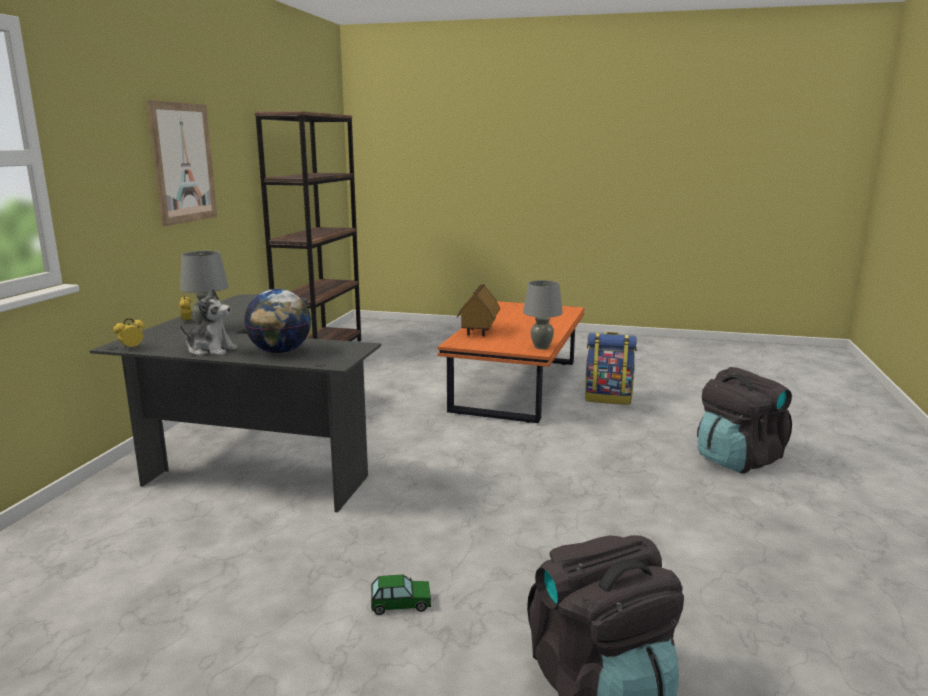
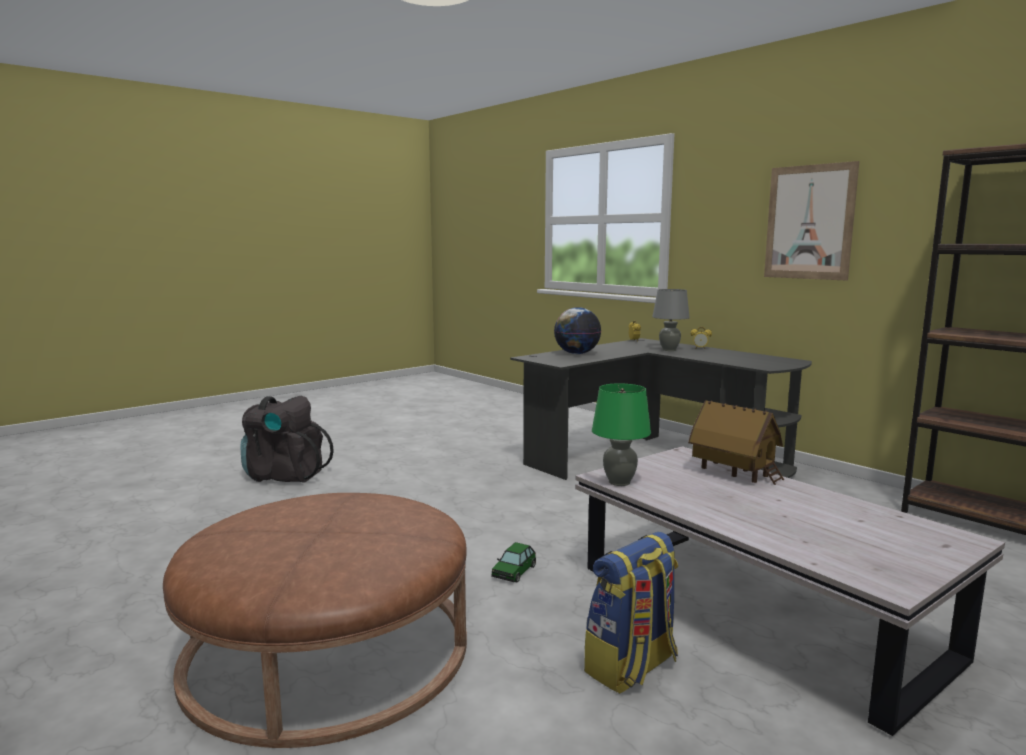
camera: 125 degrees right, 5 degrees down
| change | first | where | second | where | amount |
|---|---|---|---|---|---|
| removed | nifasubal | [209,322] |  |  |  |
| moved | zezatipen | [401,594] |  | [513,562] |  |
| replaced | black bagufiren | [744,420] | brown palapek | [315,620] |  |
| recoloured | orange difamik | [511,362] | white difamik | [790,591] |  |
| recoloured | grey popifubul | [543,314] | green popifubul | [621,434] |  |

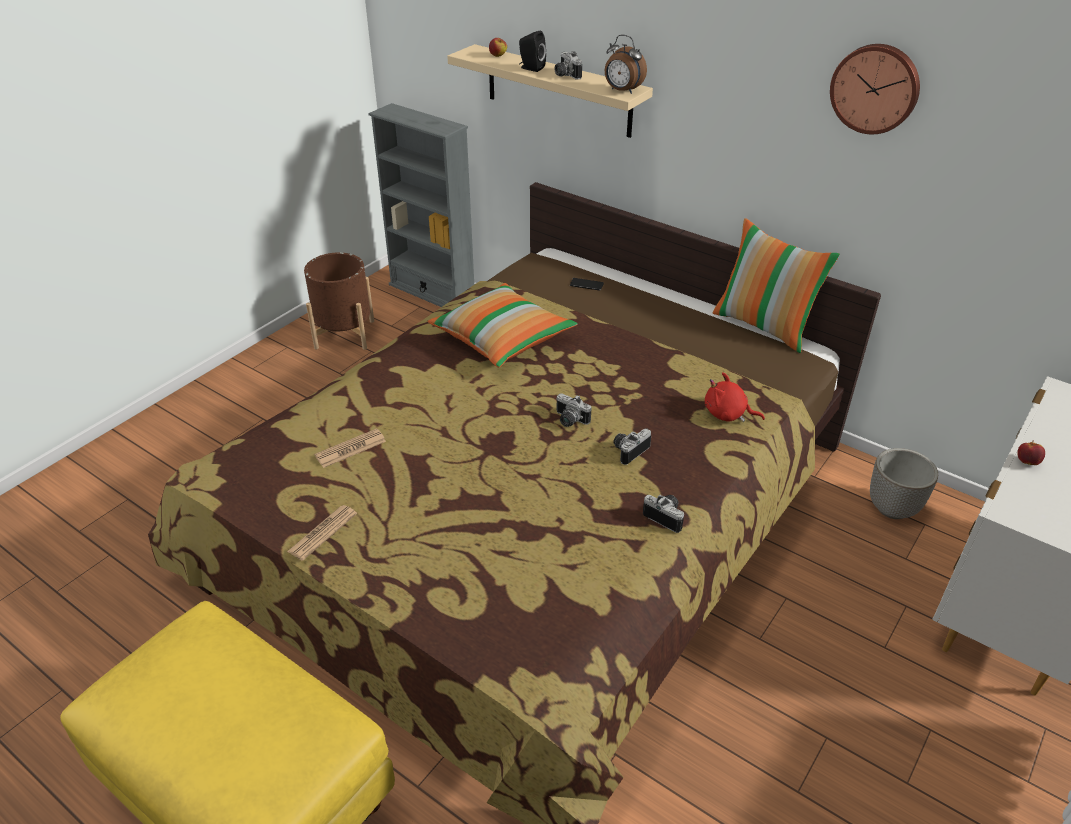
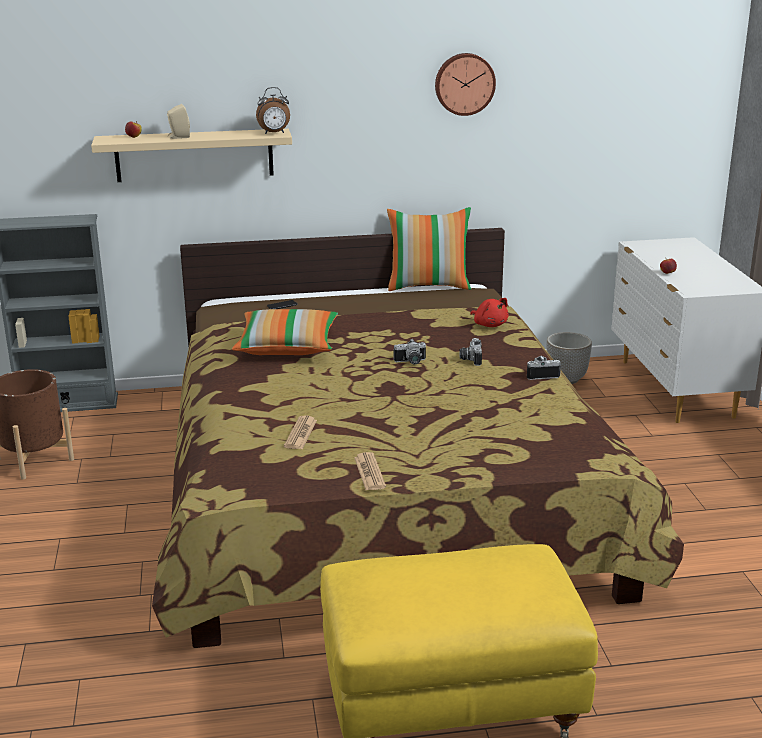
camera: 45 degrees left, 15 degrees down
| change | first | where | second | where | amount |
|---|---|---|---|---|---|
| removed | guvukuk | [568,65] |  |  |  |
| recoloured | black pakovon | [532,51] | beige pakovon | [178,121] |  |
| turned | red nifasubal | [735,397] |  | [489,312] | 105 degrees counterclockwise |

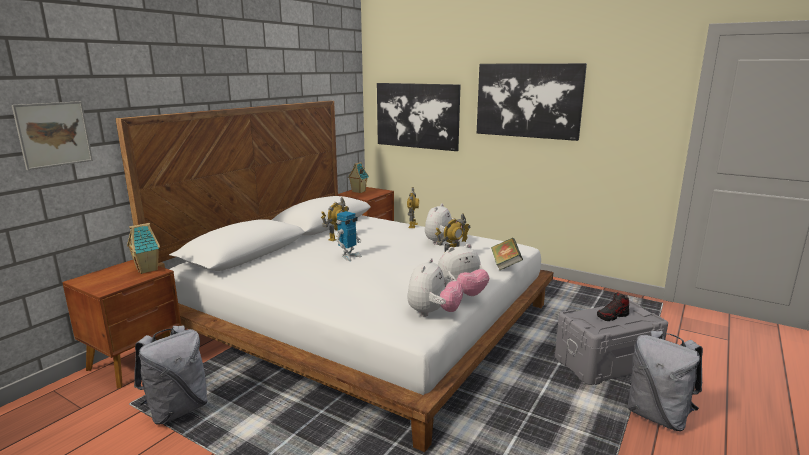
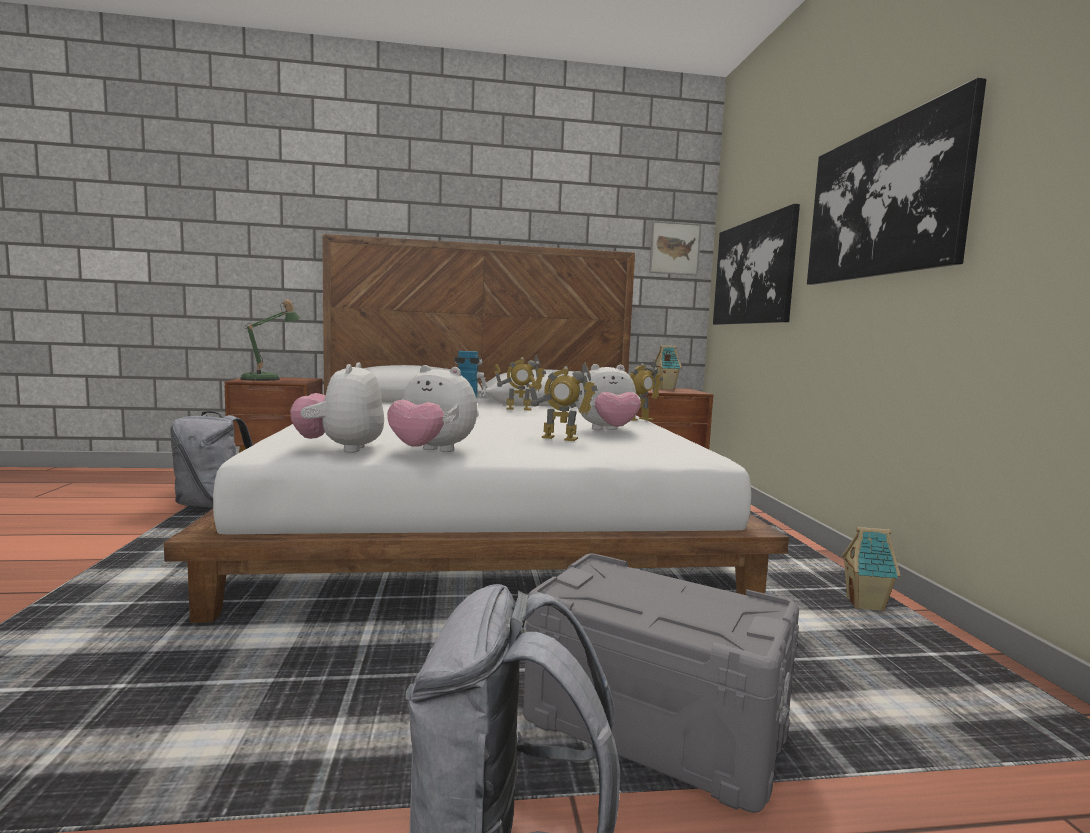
camera: 50 degrees right, 10 degrees down
| change | first | where | second | where | amount |
|---|---|---|---|---|---|
| removed | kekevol | [507,254] |  |  |  |
| removed | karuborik | [613,306] |  |  |  |
| added |  |  | popifubul | [270,340] |  |
| moved | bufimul | [52,135] |  | [675,248] |  |
| moved | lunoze | [143,248] |  | [871,569] |  |
| turned | nifasubal | [435,287] |  | [337,408] | 105 degrees clockwise |

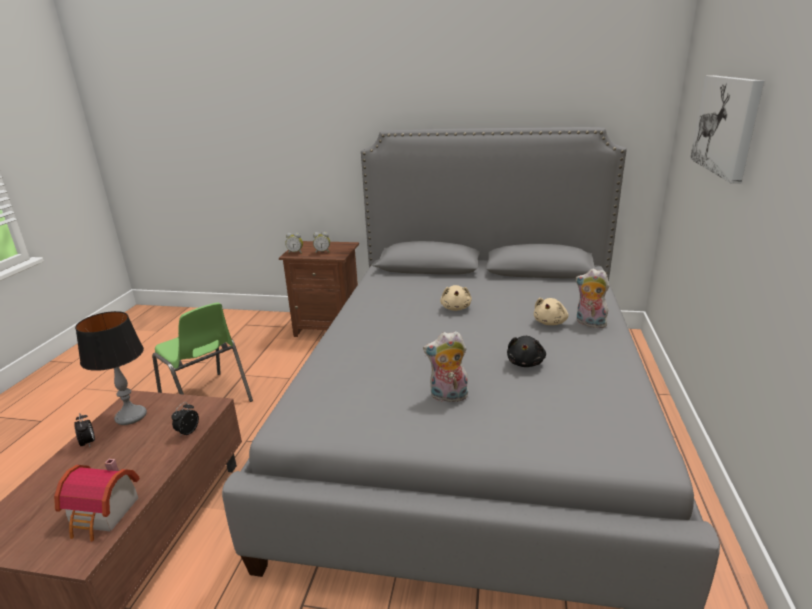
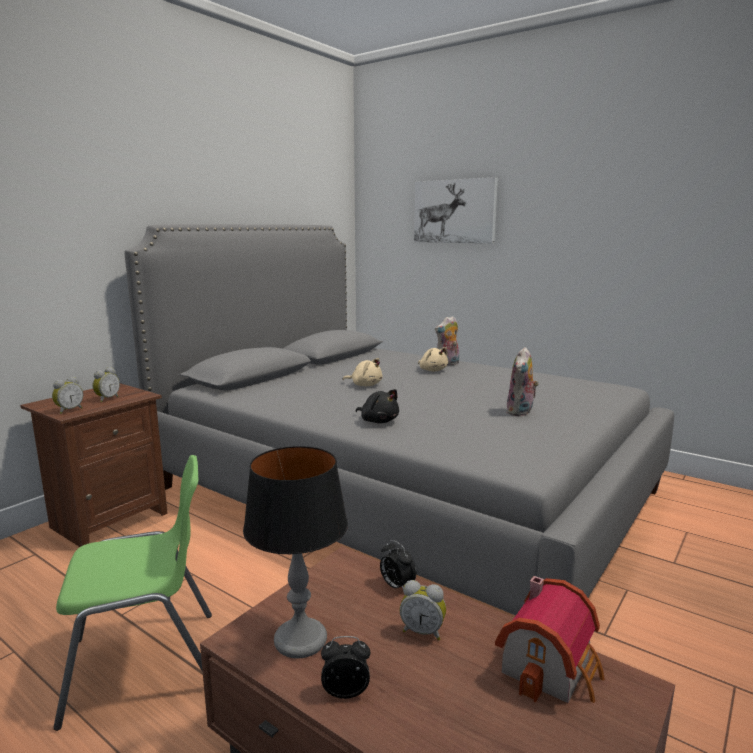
camera: 65 degrees left, 10 degrees down
| change | first | where | second | where | amount |
|---|---|---|---|---|---|
| added |  |  | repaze | [423,610] |  |
| moved | black nifasubal | [526,351] |  | [377,406] |  |

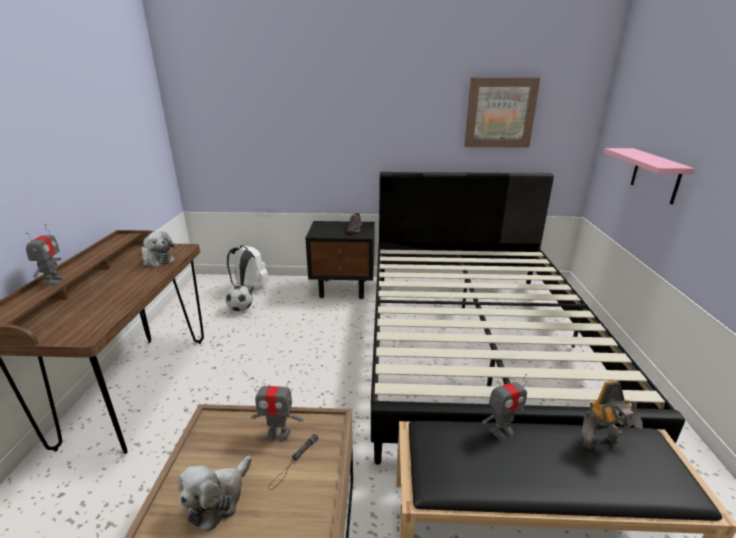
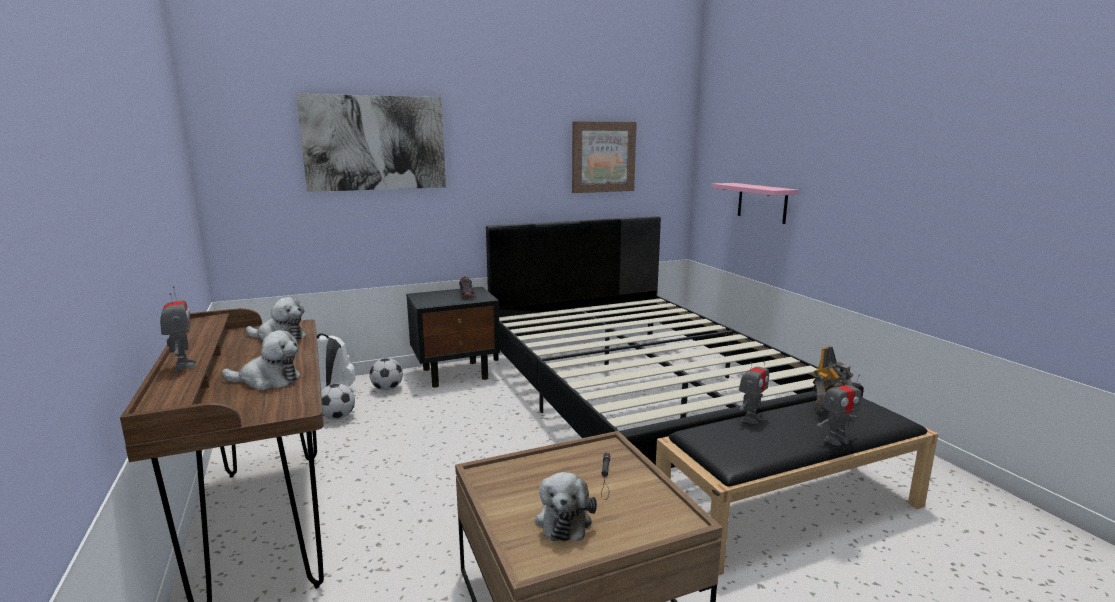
camera: 25 degrees left, 10 degrees down
| change | first | where | second | where | amount |
|---|---|---|---|---|---|
| added |  |  | nifasubal | [261,360] |  |
| added |  |  | bufimul | [371,143] |  |
| added |  |  | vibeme | [386,374] |  |
| moved | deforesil | [277,410] |  | [839,410] |  |

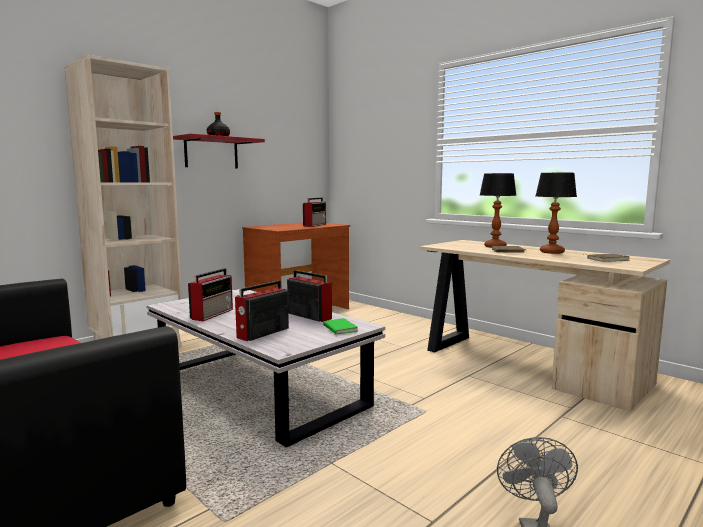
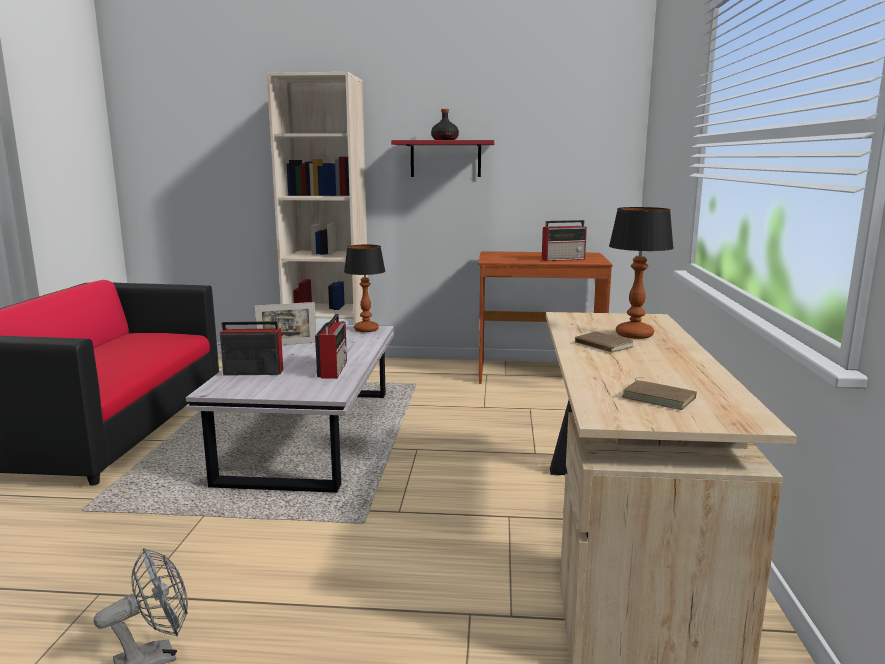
camera: 50 degrees right, 5 degrees up
| change | first | where | second | where | amount |
|---|---|---|---|---|---|
| removed | green kekevol | [340,326] |  |  |  |
| moved | popifubul | [556,213] |  | [364,288] |  |
| replaced | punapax | [210,294] | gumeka | [285,323] |  |

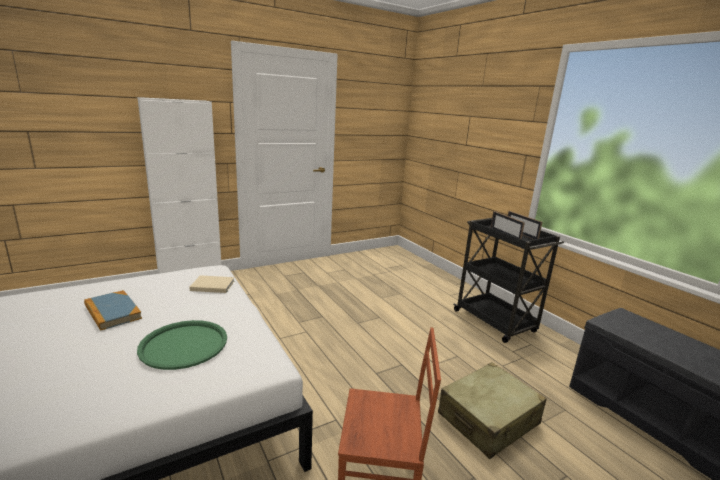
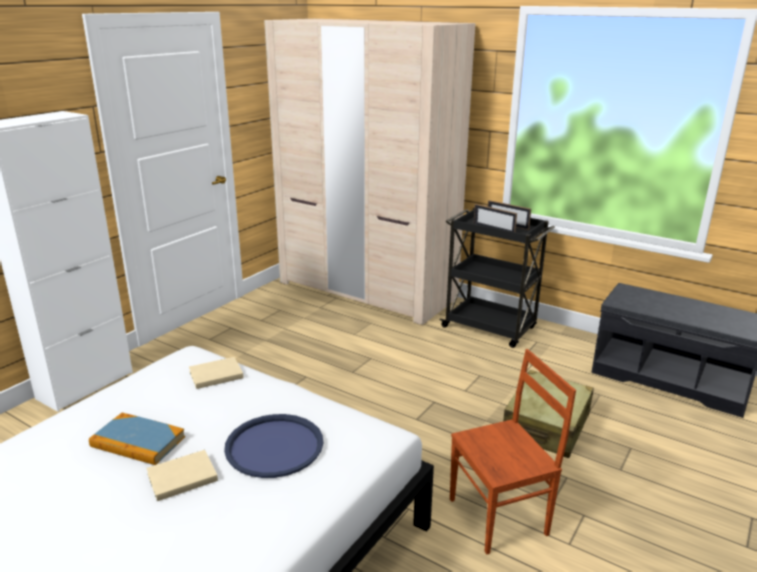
camera: 25 degrees left, 5 degrees up
| change | first | where | second | where | amount |
|---|---|---|---|---|---|
| added |  |  | beige kekevol | [182,475] |  |
| added |  |  | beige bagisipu | [370,172] |  |
| recoloured | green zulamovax | [182,345] | blue zulamovax | [273,446] |  |

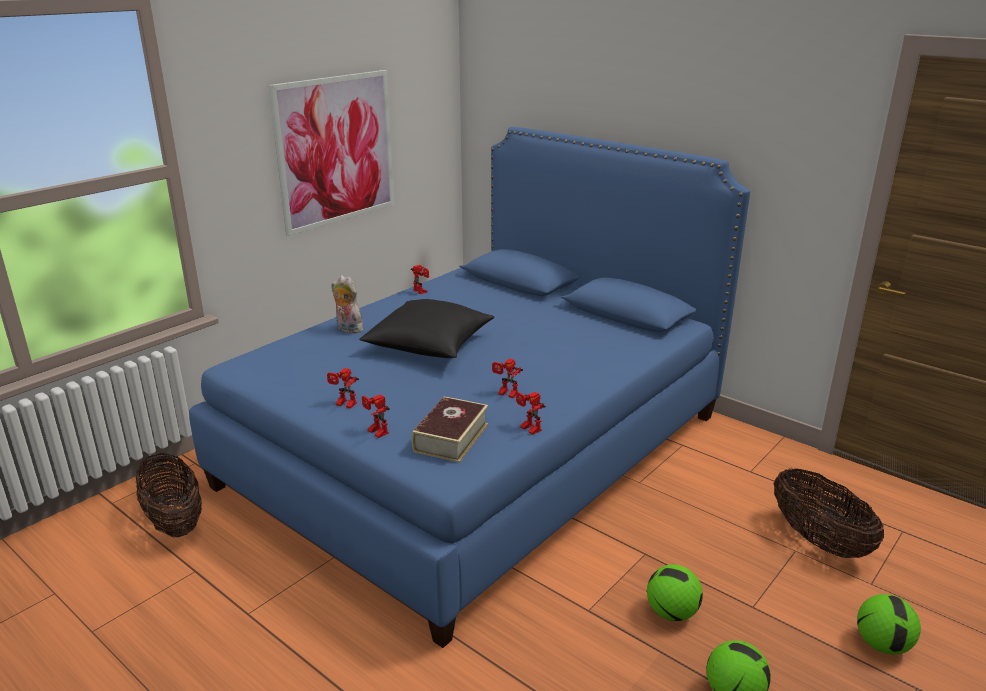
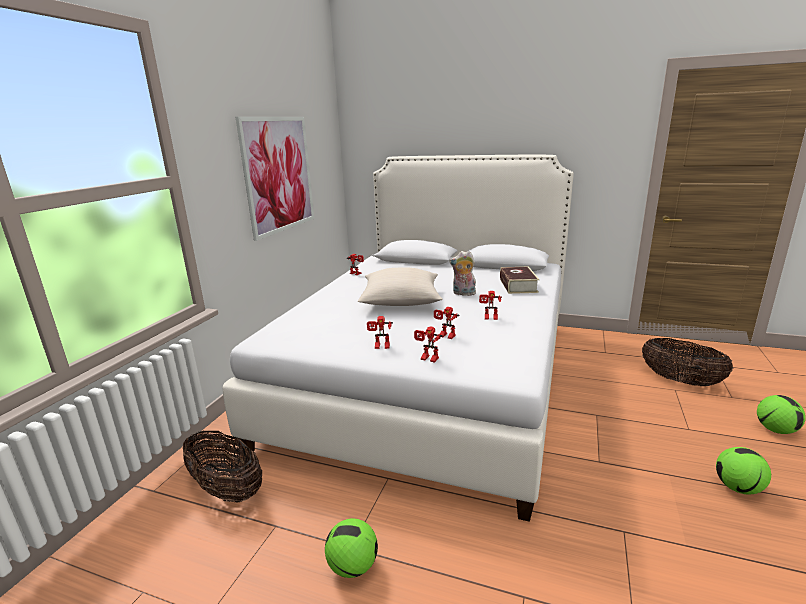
camera: 20 degrees left, 5 degrees down
| change | first | where | second | where | amount |
|---|---|---|---|---|---|
| moved | nifasubal | [347,304] |  | [463,273] |  |
| moved | kekevol | [450,429] |  | [520,280] |  |
| moved | deforesil | [531,413] |  | [446,323] |  |
| moved | vibeme | [675,592] |  | [351,548] |  |
| recoloured | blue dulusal | [469,387] | white dulusal | [398,338] |  |
| recoloured | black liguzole | [426,328] | beige liguzole | [400,286] |  |

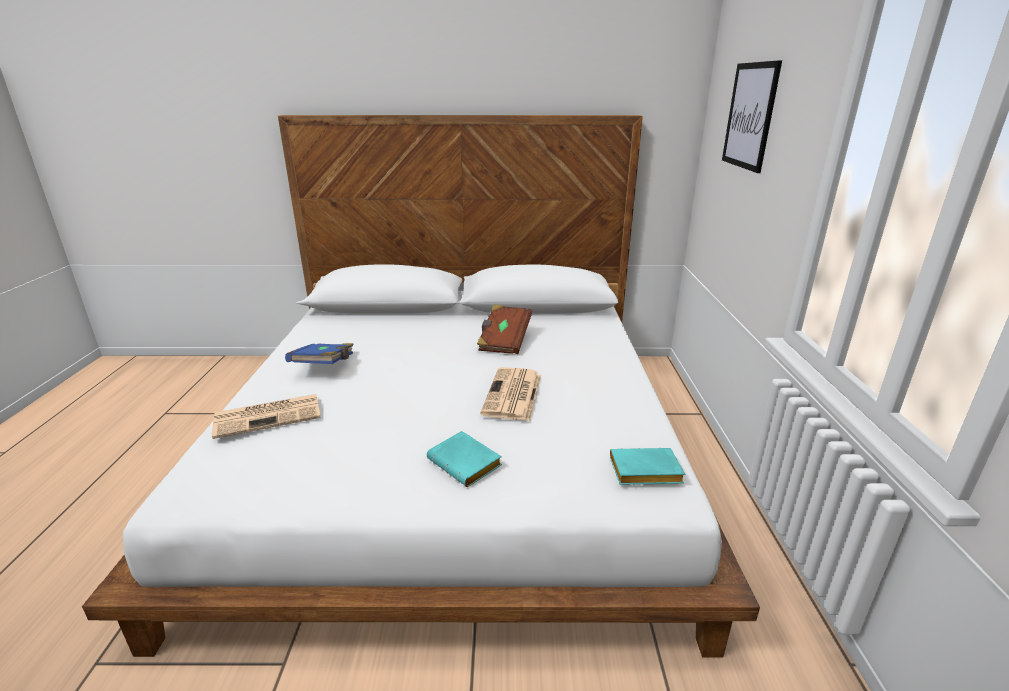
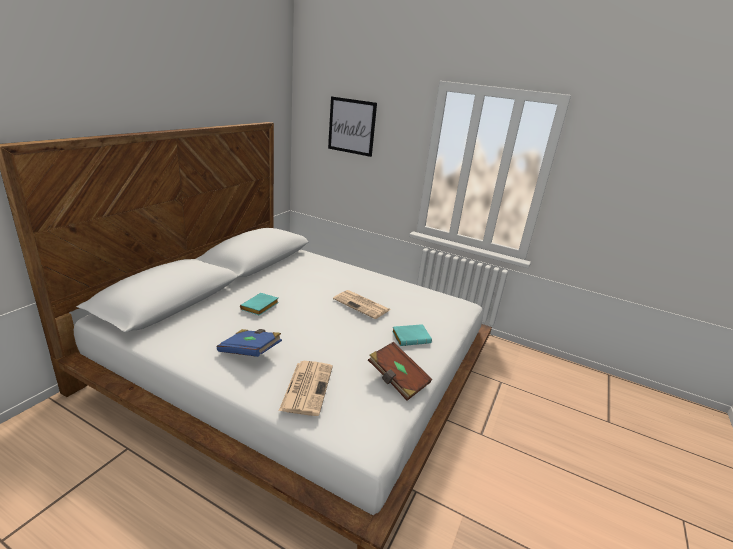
camera: 65 degrees left, 0 degrees up
| change | first | where | second | where | amount |
|---|---|---|---|---|---|
| moved | brown kekevol | [504,329] |  | [400,371] |  |
| moved | turquoise kekevol | [647,466] |  | [259,304] |  |

